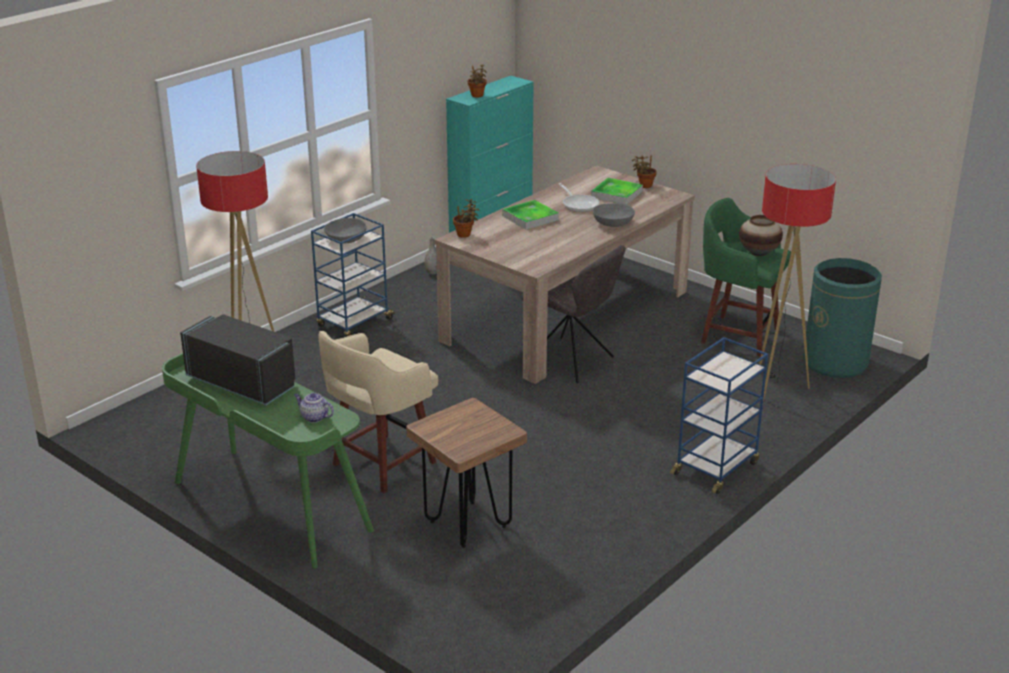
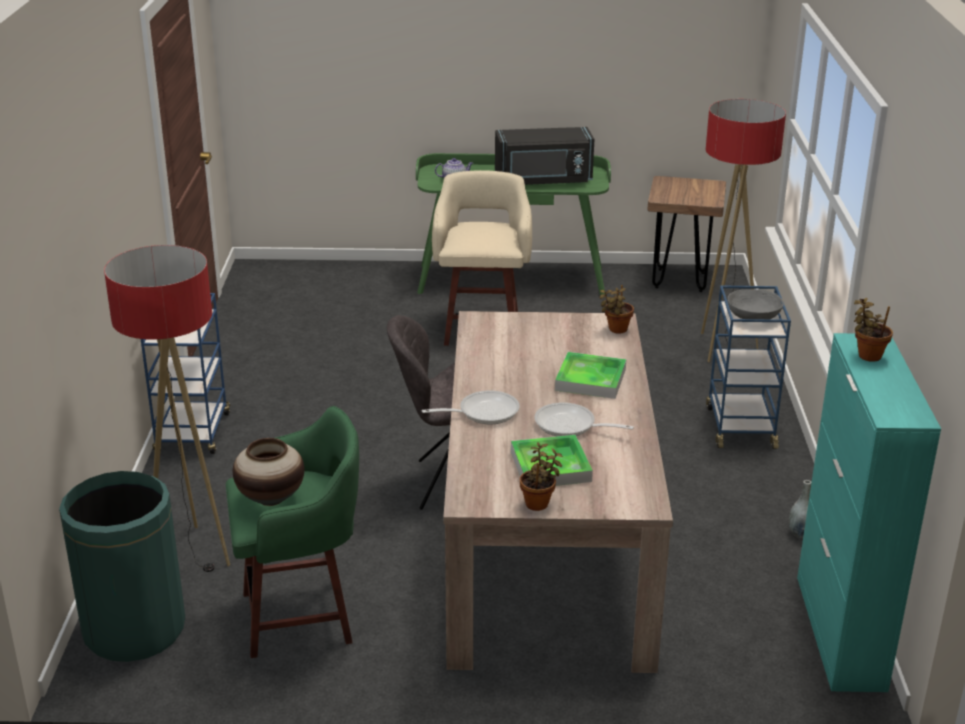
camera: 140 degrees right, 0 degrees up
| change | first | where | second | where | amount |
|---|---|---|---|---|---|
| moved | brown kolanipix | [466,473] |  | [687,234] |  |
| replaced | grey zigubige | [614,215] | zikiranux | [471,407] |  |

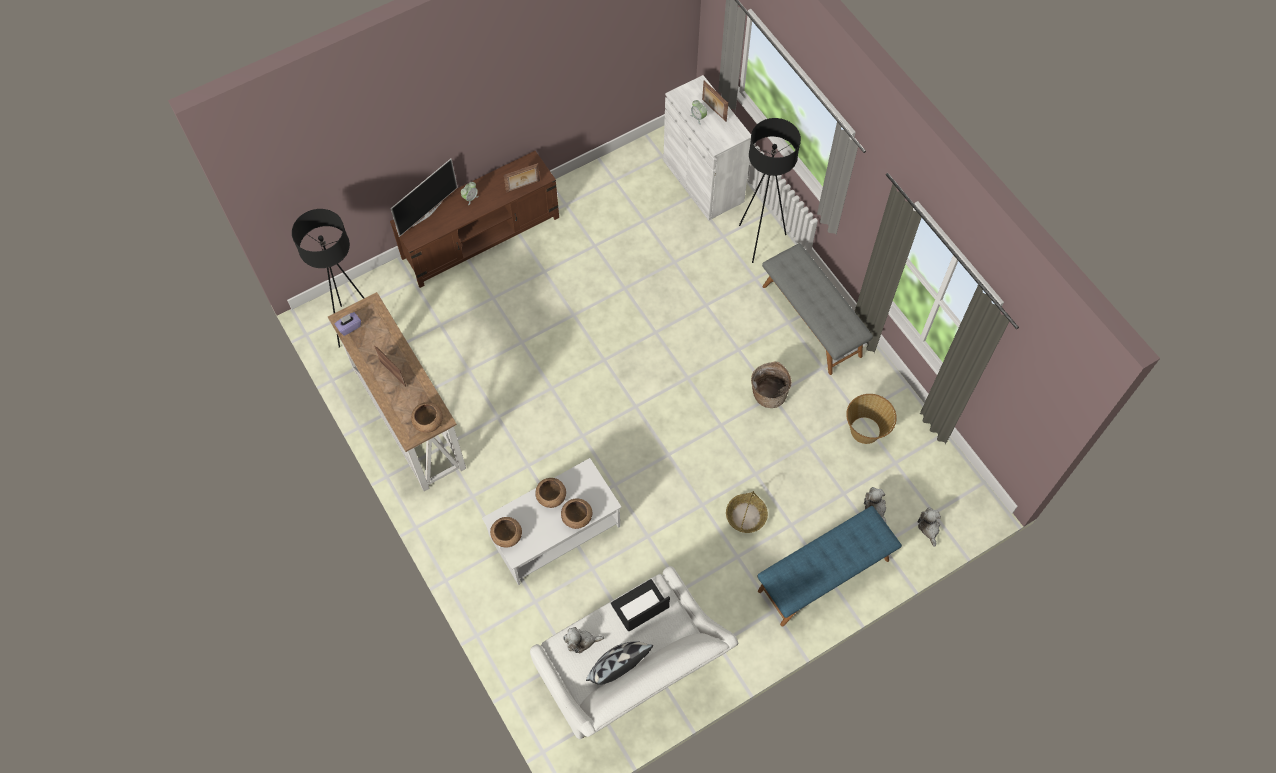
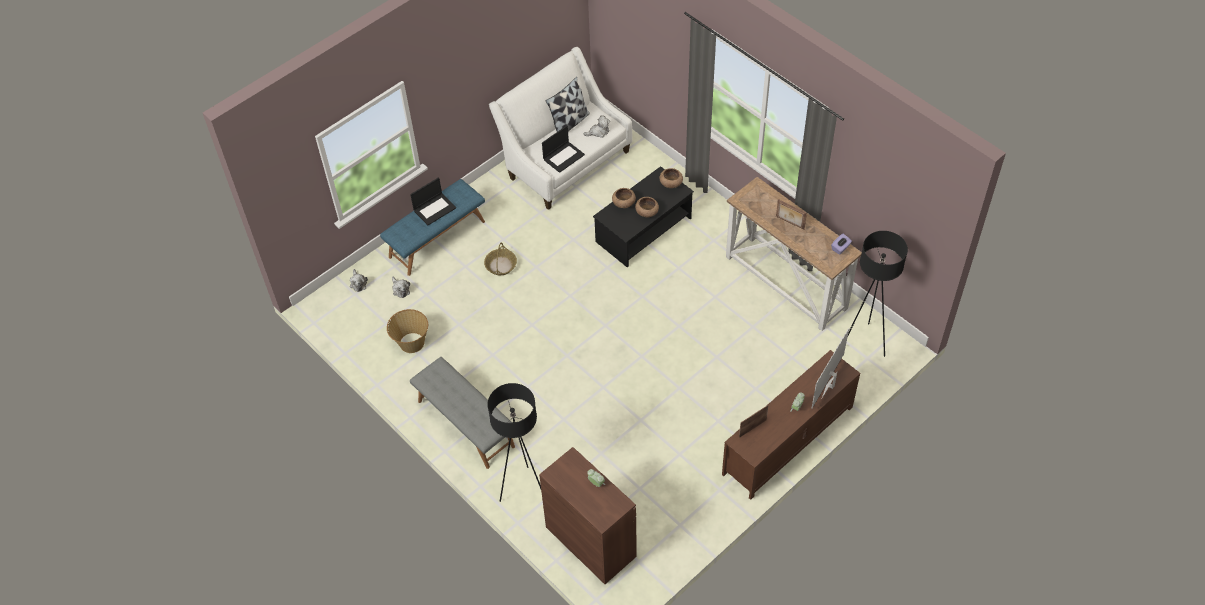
camera: 170 degrees right, 10 degrees down
| change | first | where | second | where | amount |
|---|---|---|---|---|---|
| removed | brown zigubige | [427,417] |  |  |  |
| removed | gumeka | [715,101] |  |  |  |
| removed | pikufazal | [771,385] |  |  |  |
| added |  |  | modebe | [433,201] |  |
| recoloured | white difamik | [551,521] | black difamik | [643,217] |  |
| recoloured | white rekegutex | [707,147] | brown rekegutex | [588,515] |  |

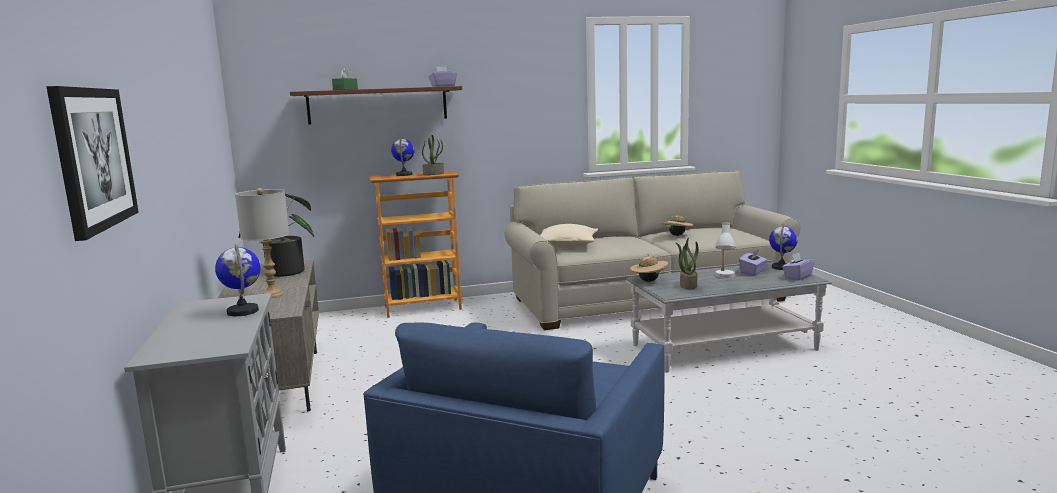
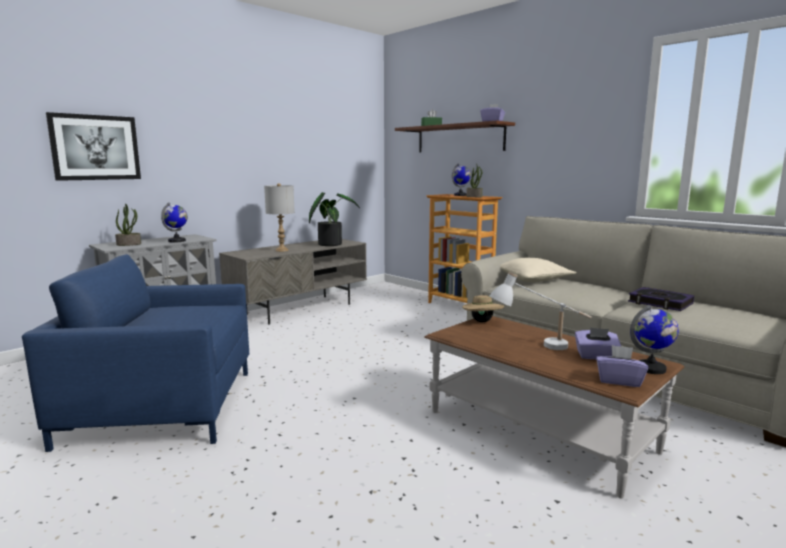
camera: 60 degrees right, 0 degrees up
| change | first | where | second | where | amount |
|---|---|---|---|---|---|
| moved | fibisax | [687,263] |  | [128,225] |  |
| replaced | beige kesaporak | [677,226] | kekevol | [661,299] |  |
| recoloured | grey difamik | [729,317] | brown difamik | [554,407] |  |

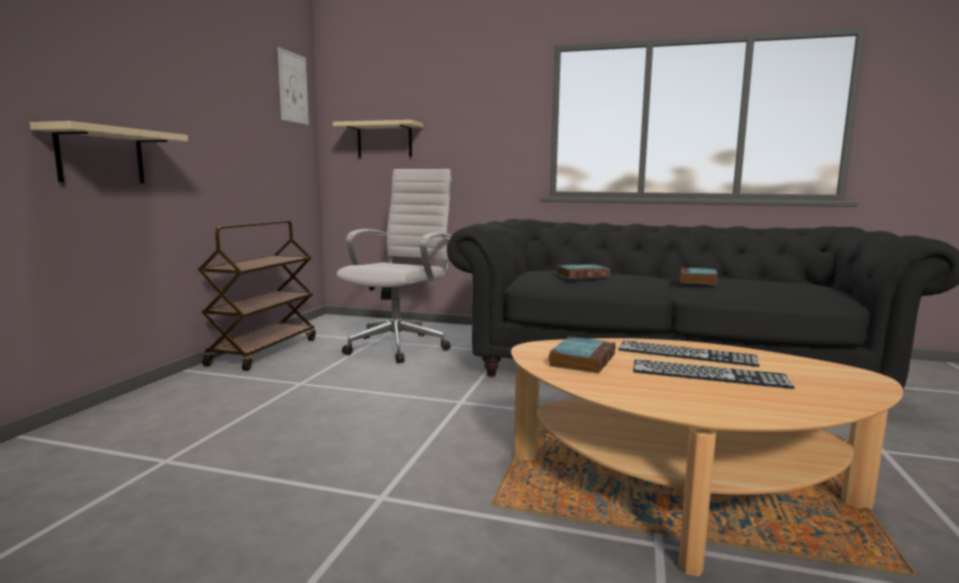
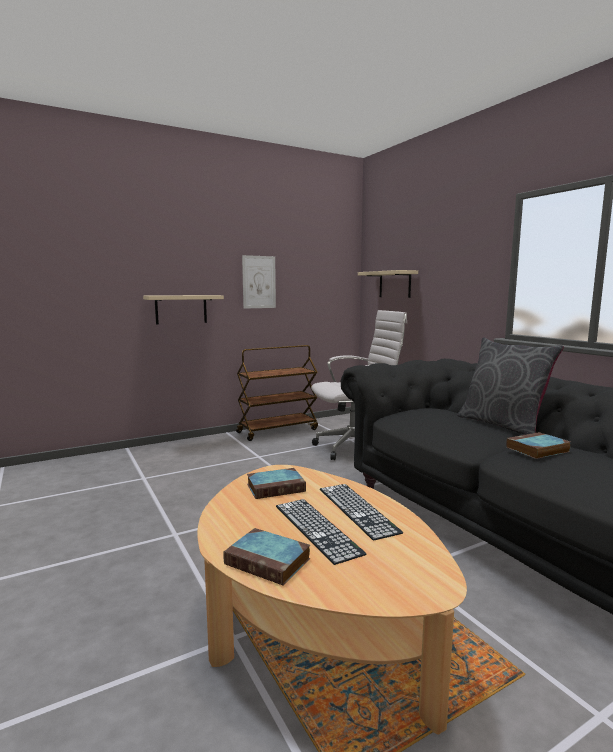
camera: 45 degrees right, 0 degrees up
| change | first | where | second | where | amount |
|---|---|---|---|---|---|
| added |  |  | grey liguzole | [511,386] |  |
| moved | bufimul | [293,86] |  | [259,282] |  |
| moved | kekevol | [583,271] |  | [266,557] |  |

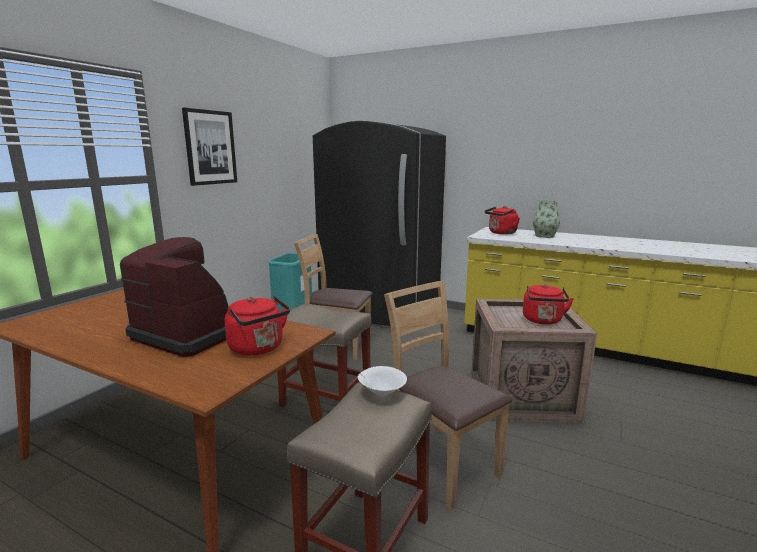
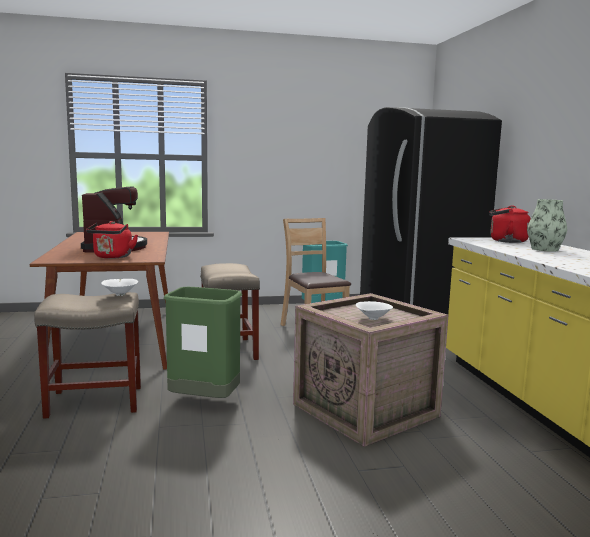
camera: 50 degrees right, 5 degrees down
| change | first | where | second | where | amount |
|---|---|---|---|---|---|
| removed | bufimul | [209,147] |  |  |  |
| replaced | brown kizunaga | [448,395] | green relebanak | [203,342] |  |
| replaced | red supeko | [548,304] | white zigubige | [374,310] |  |

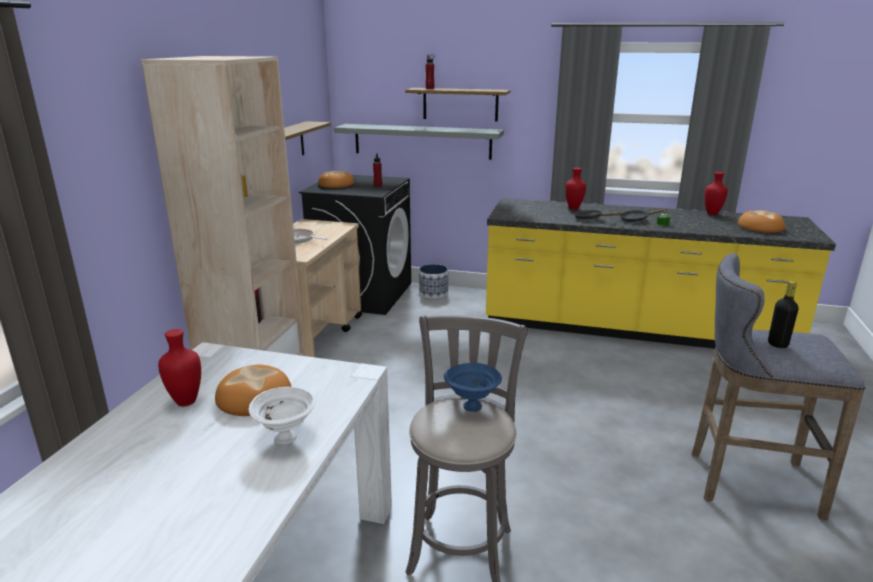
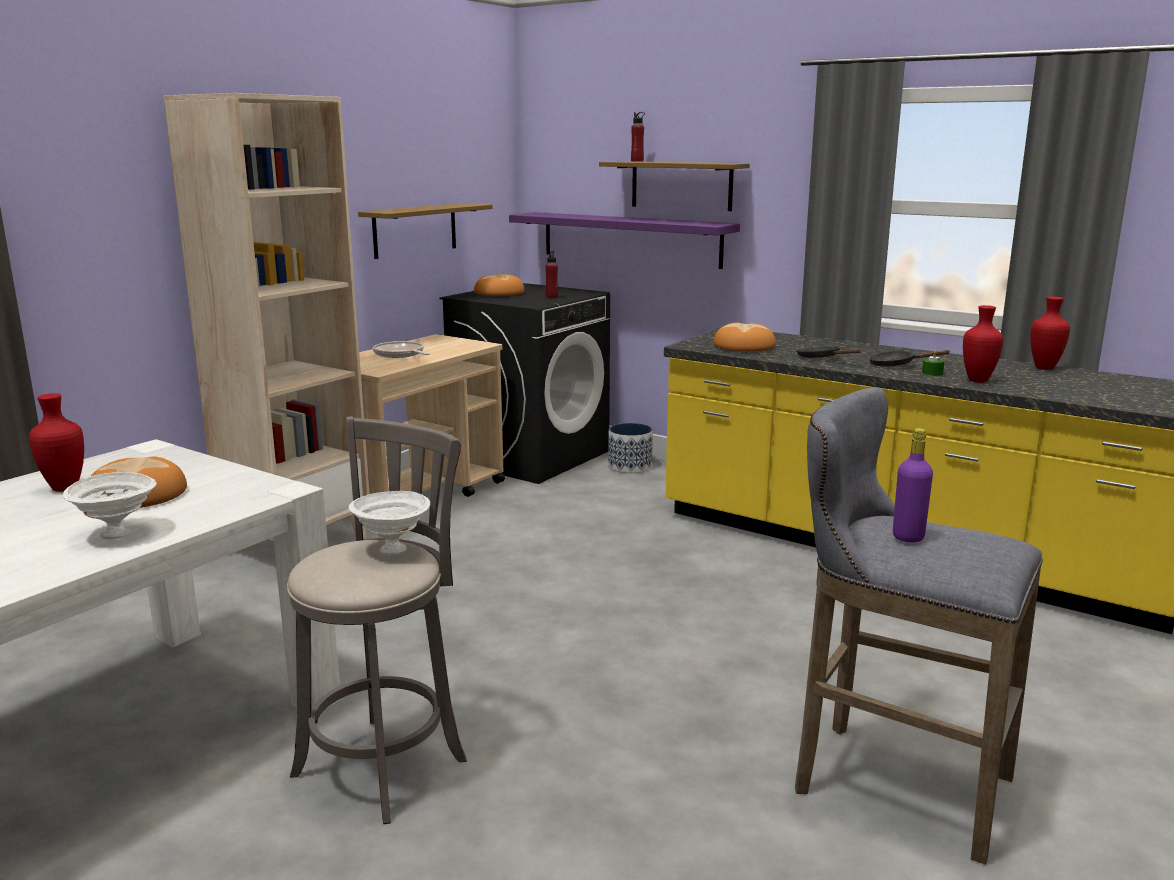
camera: 20 degrees right, 5 degrees down
| change | first | where | second | where | amount |
|---|---|---|---|---|---|
| moved | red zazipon | [575,189] |  | [983,344] |  |
| moved | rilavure | [761,221] |  | [744,337] |  |
| recoloured | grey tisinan | [419,142] | purple tisinan | [624,240] |  |
| recoloured | blue zigubige | [473,387] | white zigubige | [389,523] |  |
| recoloured | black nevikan | [783,314] | purple nevikan | [913,485] |  |

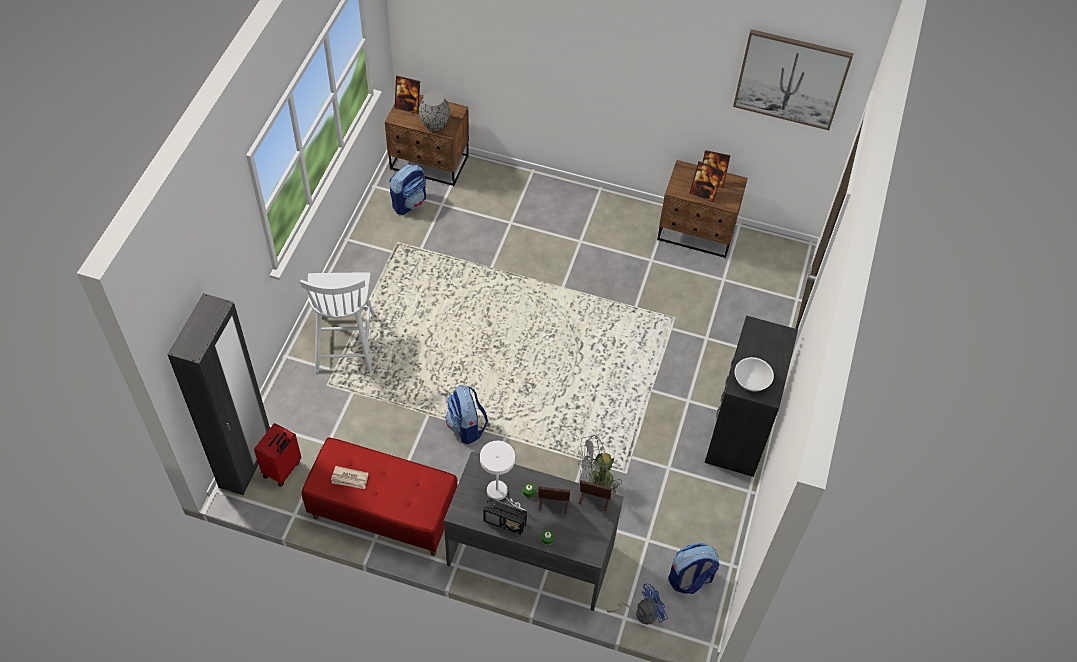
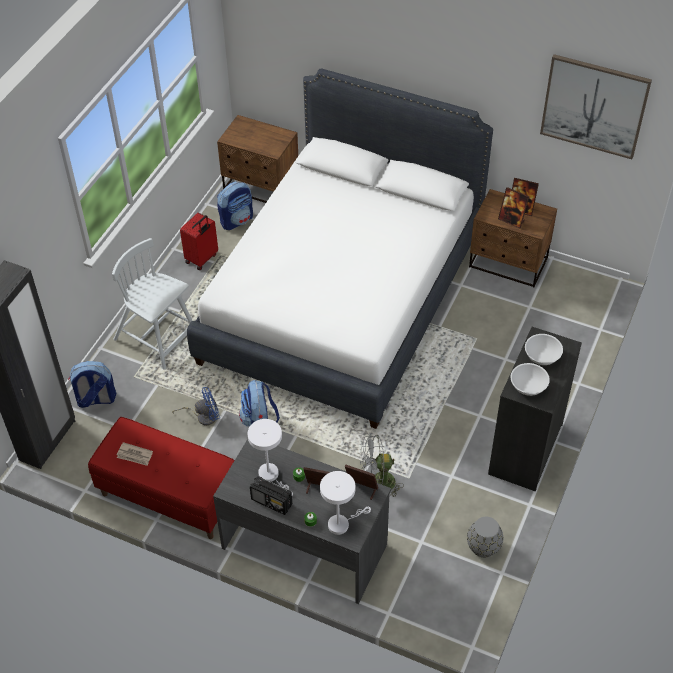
camera: 10 degrees right, 5 degrees down
| change | first | where | second | where | amount |
|---|---|---|---|---|---|
| removed | gumeka | [407,95] |  |  |  |
| added |  |  | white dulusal | [340,249] |  |
| added |  |  | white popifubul | [345,503] |  |
| added |  |  | white zigubige | [544,349] |  |
| moved | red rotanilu | [277,455] |  | [199,241] |  |
| moved | grey zazipon | [434,111] |  | [485,537] |  |
| moved | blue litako | [637,603] |  | [196,406] |  |
| moved | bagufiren | [693,568] |  | [92,384] |  |
| turned | white kizunaga | [337,322] |  | [152,304] | 120 degrees clockwise |

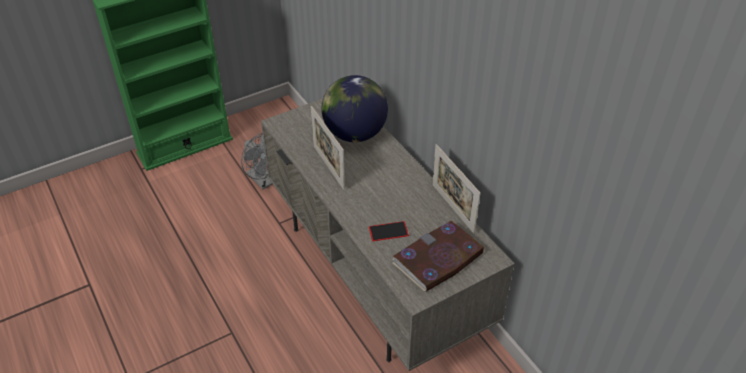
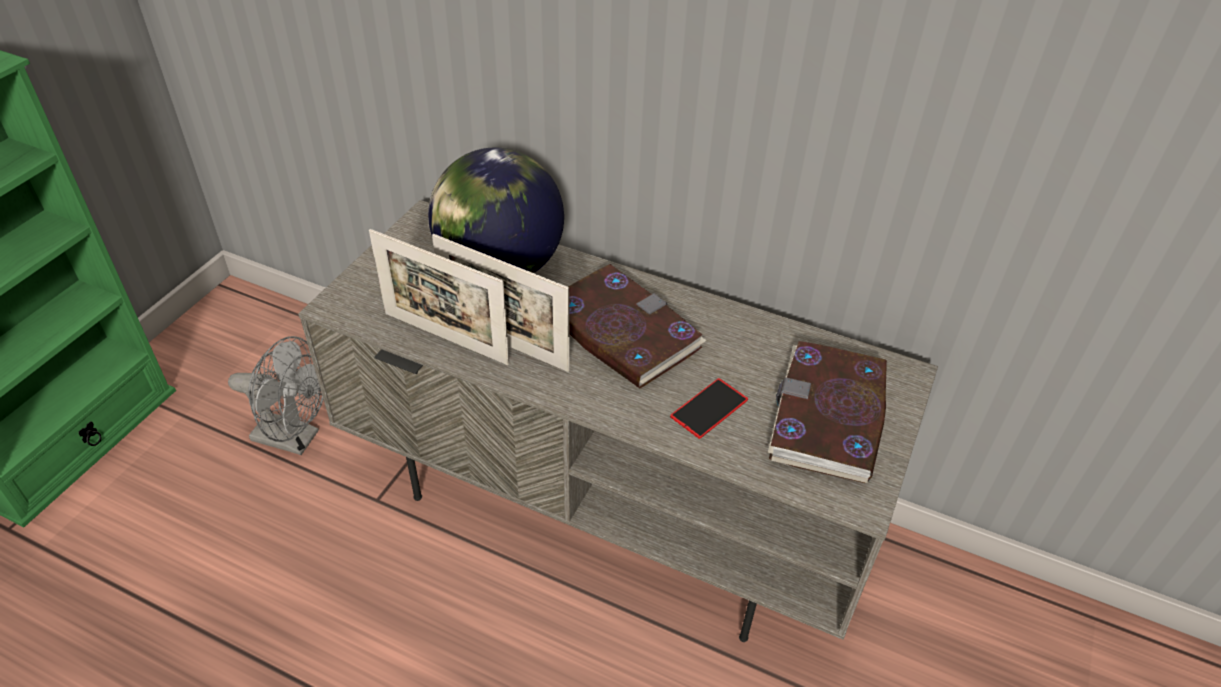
camera: 35 degrees left, 0 degrees up
| change | first | where | second | where | amount |
|---|---|---|---|---|---|
| added |  |  | kekevol | [637,326] |  |
| moved | gumeka | [456,188] |  | [439,297] |  |

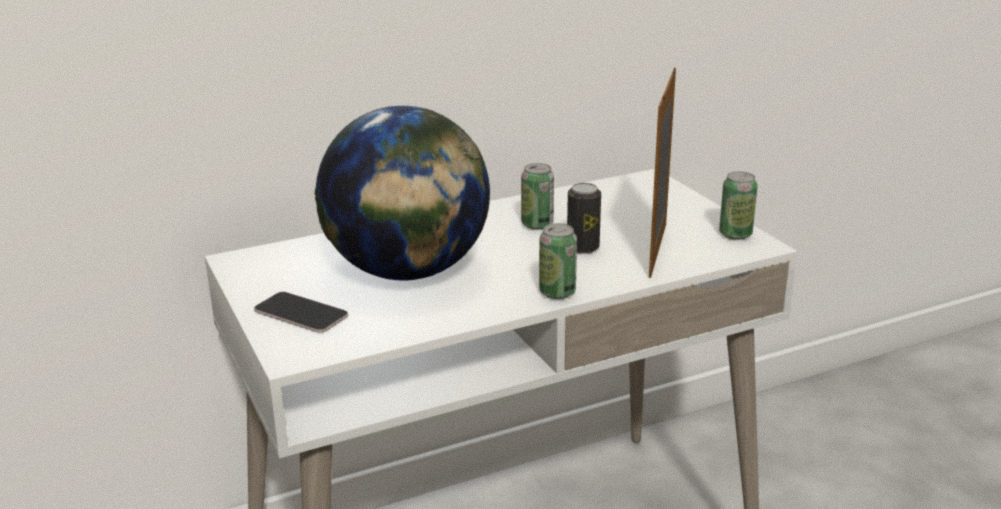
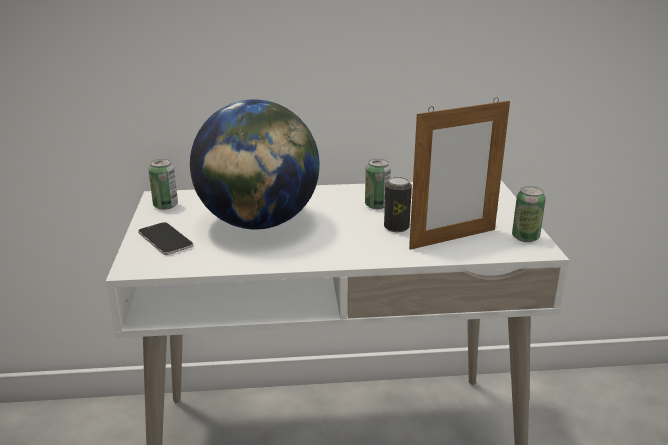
camera: 20 degrees right, 0 degrees up
| change | first | where | second | where | amount |
|---|---|---|---|---|---|
| moved | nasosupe | [558,261] |  | [163,184] |  |
| turned | gumeka | [662,172] |  | [459,173] | 150 degrees counterclockwise |

